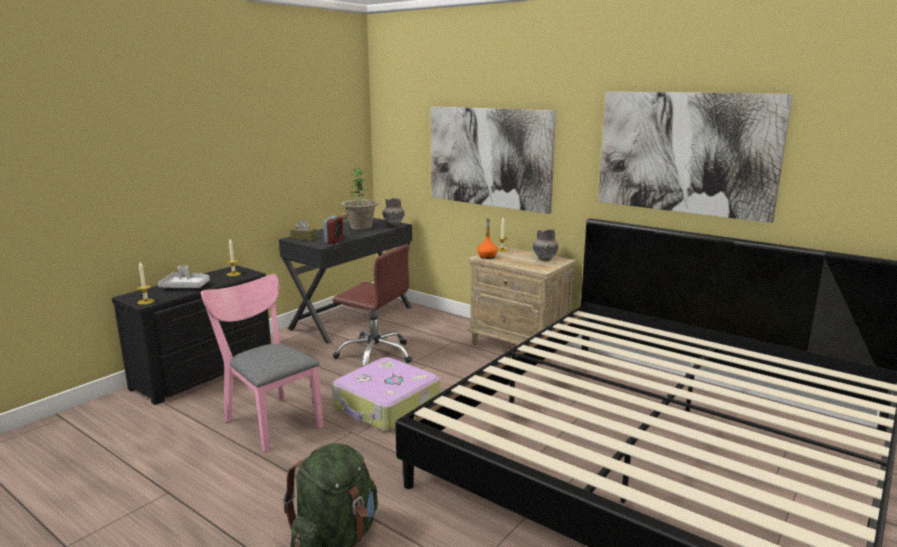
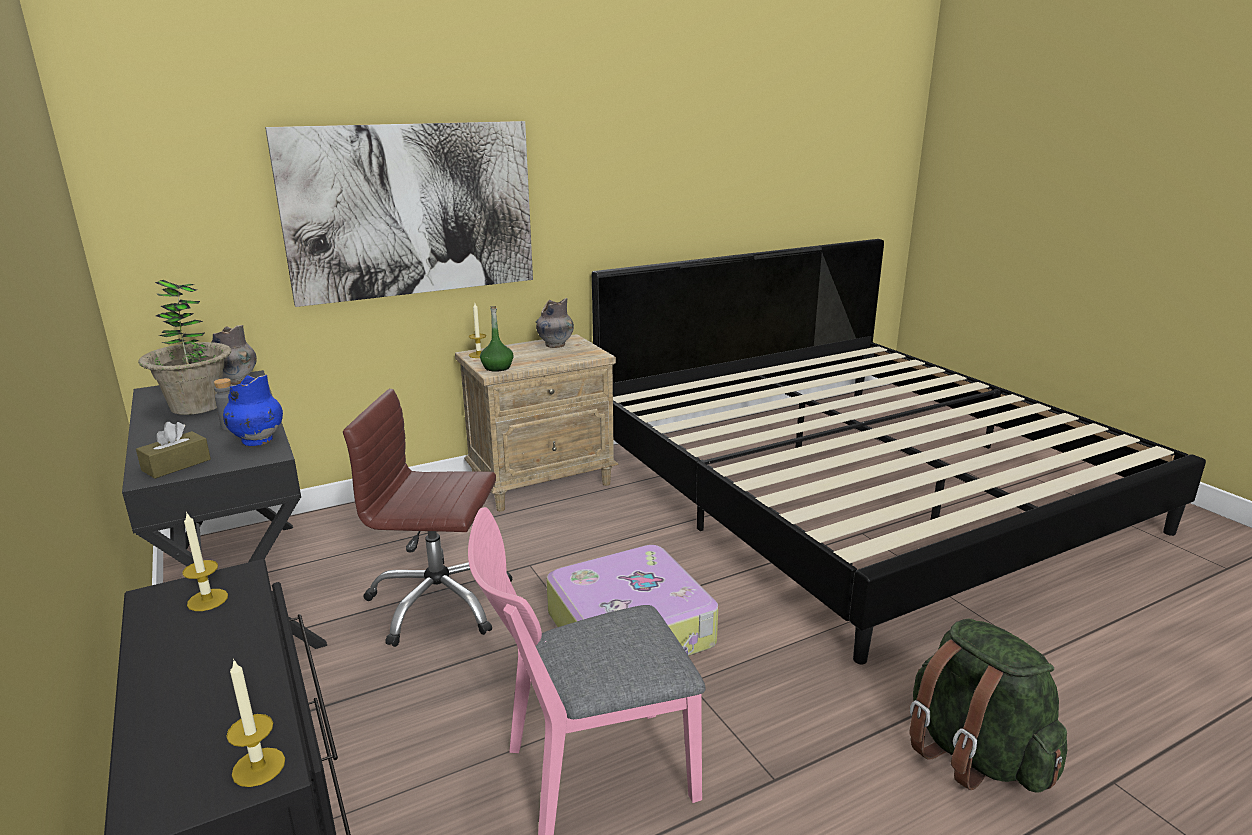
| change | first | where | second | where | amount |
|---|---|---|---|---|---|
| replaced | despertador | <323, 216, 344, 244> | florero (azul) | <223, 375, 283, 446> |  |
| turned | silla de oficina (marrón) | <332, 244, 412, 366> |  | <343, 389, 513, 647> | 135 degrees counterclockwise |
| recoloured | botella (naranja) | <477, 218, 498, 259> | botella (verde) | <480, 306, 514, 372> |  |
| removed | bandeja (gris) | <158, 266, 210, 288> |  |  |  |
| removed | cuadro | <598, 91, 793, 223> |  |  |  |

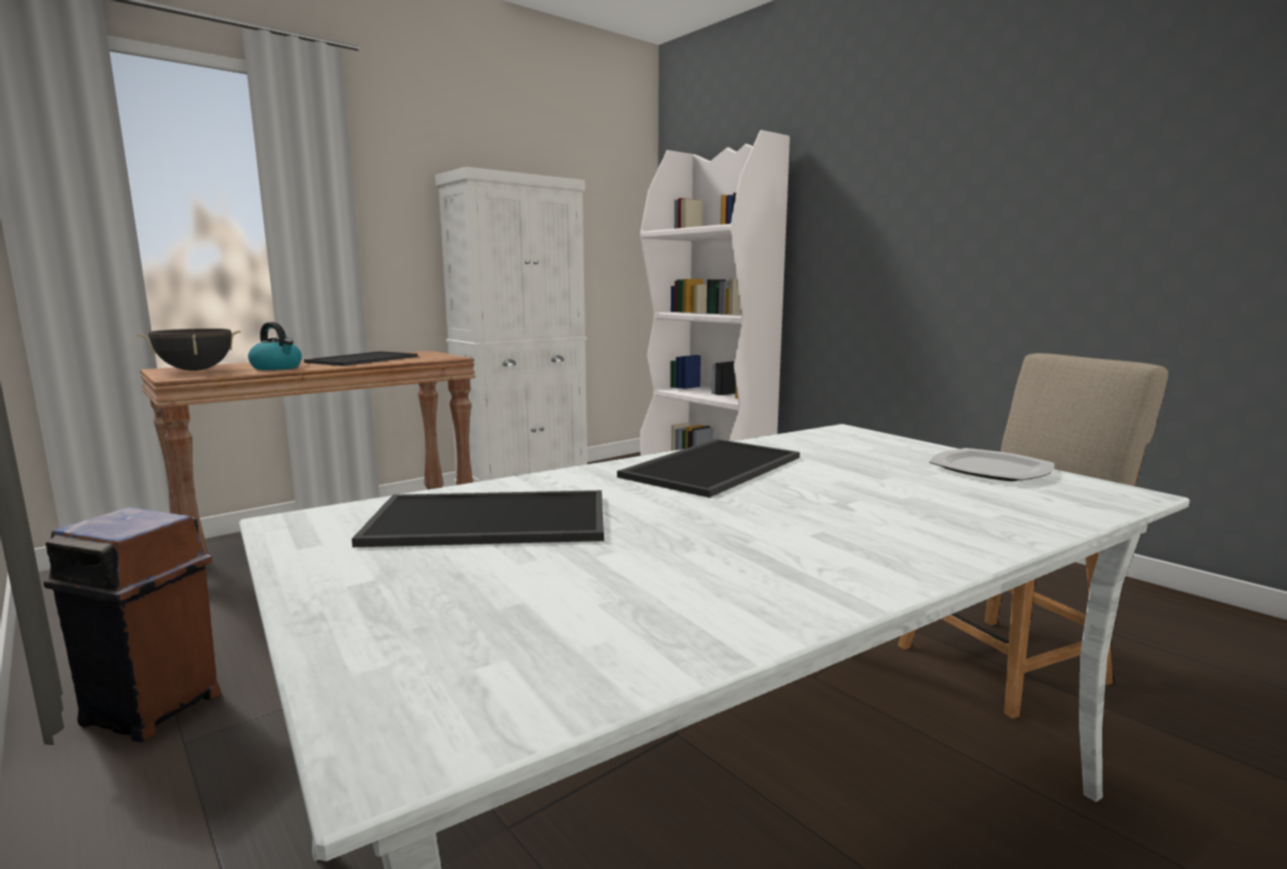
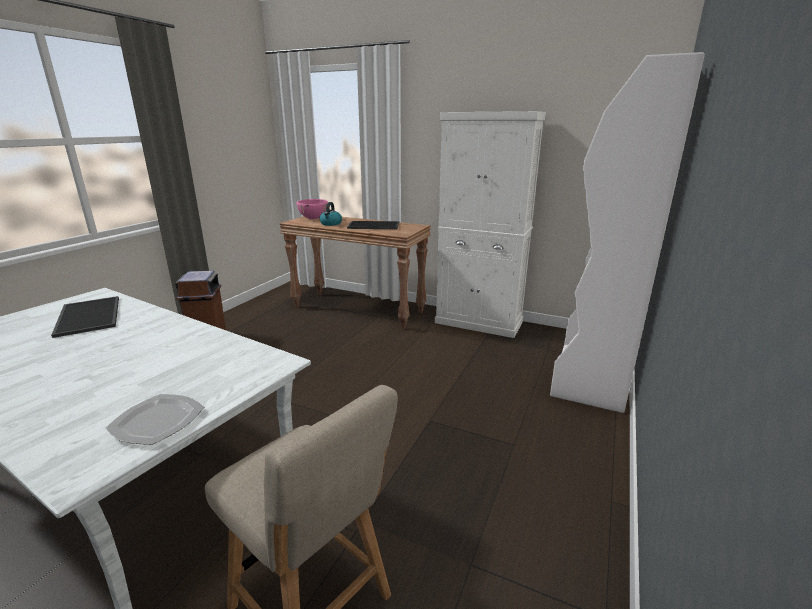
| change | first | where | second | where | amount |
|---|---|---|---|---|---|
| recoloured | olla (negro) | <137, 328, 241, 371> | olla (rosa) | <297, 199, 328, 219> |  |
| removed | bandeja | <617, 439, 800, 498> |  |  |  |

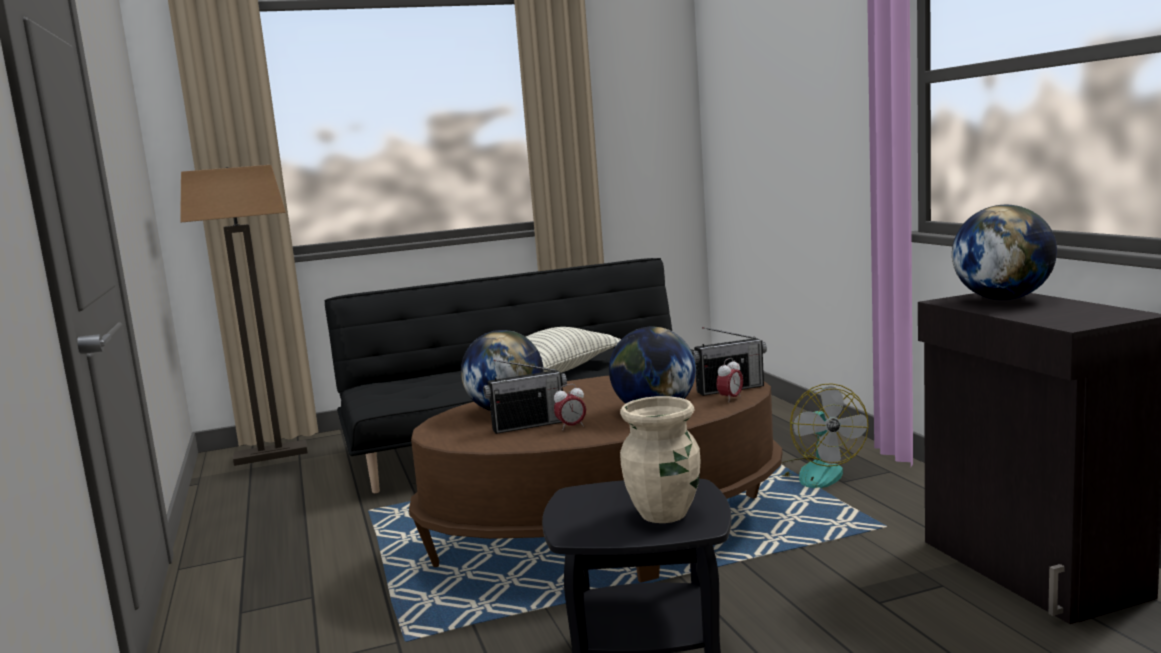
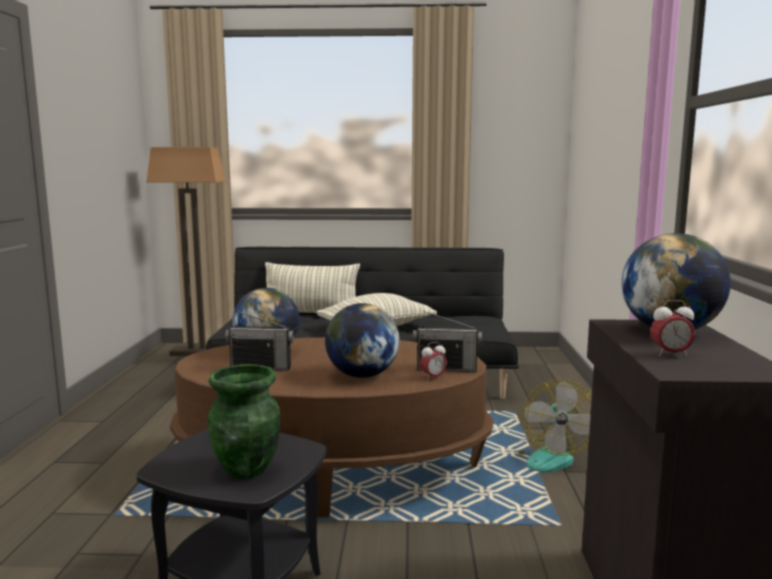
| change | first | where | second | where | amount |
|---|---|---|---|---|---|
| recoloured | florero (beis) | <620, 396, 700, 523> | florero (verde) | <208, 364, 280, 479> |  |
| added |  |  | cojín | <265, 262, 360, 313> |  |
| moved | despertador | <554, 384, 586, 430> |  | <650, 300, 695, 357> |  |

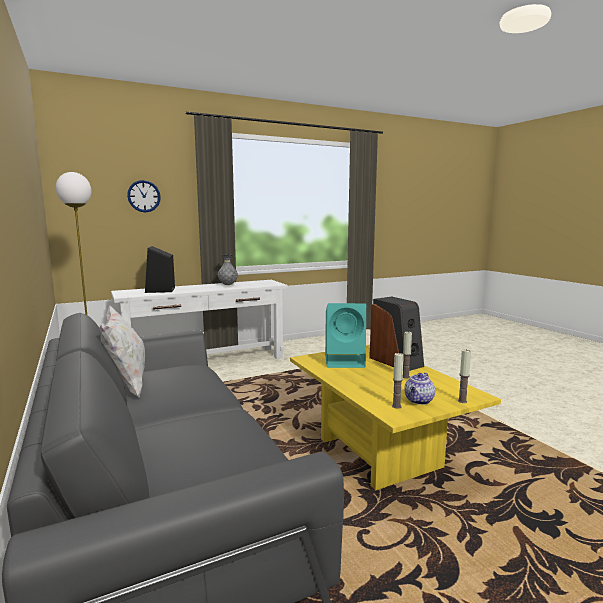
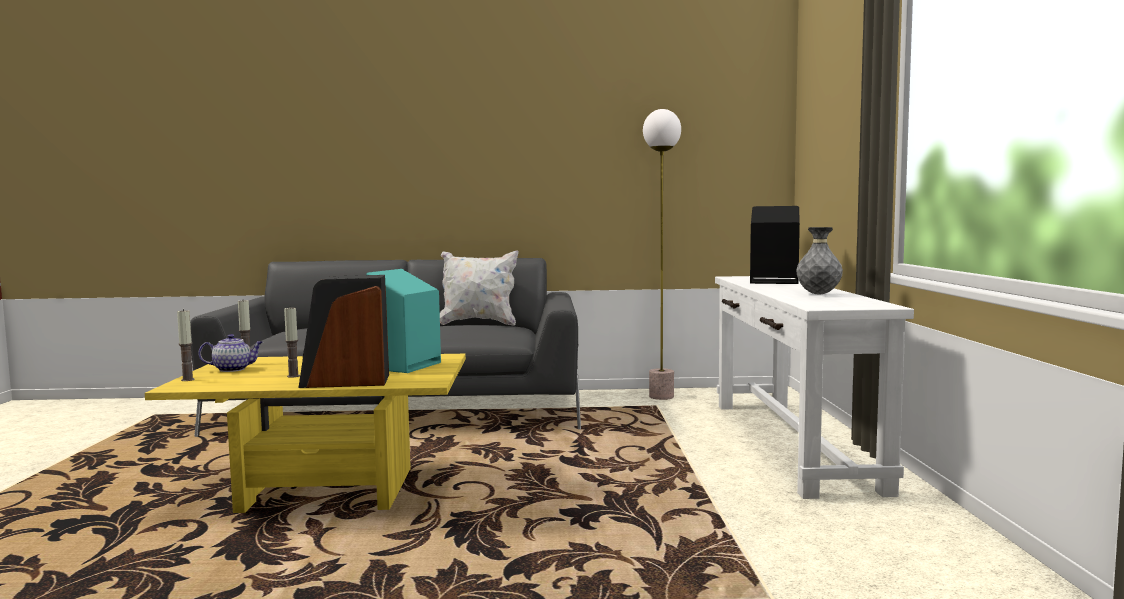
| change | first | where | second | where | amount |
|---|---|---|---|---|---|
| turned | tetera | <404, 373, 435, 405> |  | <198, 334, 263, 372> | 105 degrees clockwise |
| removed | reloj de pared | <127, 180, 161, 212> |  |  |  |

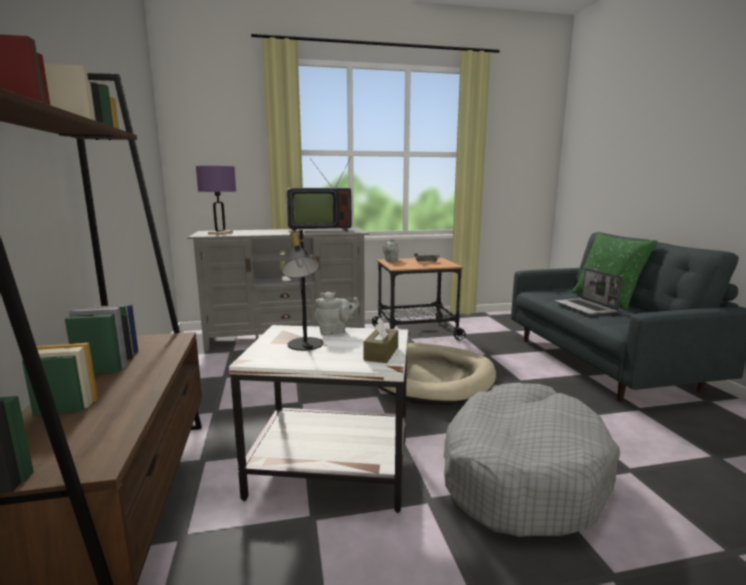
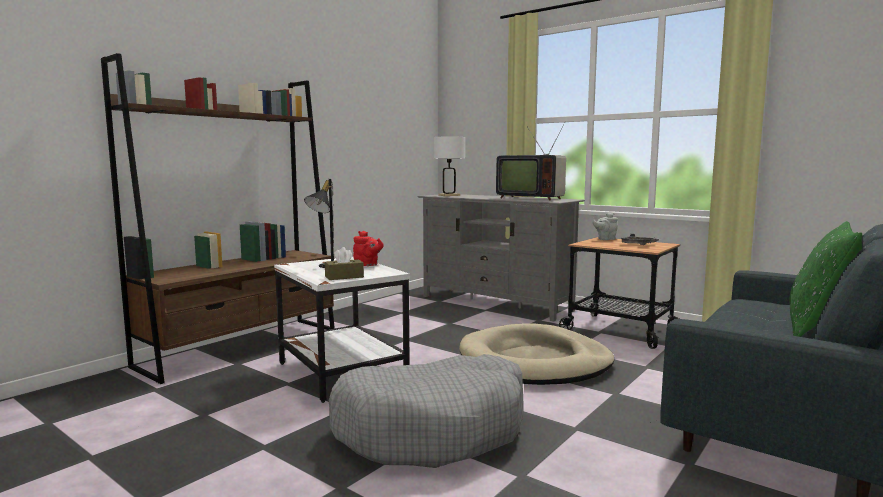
| change | first | where | second | where | amount |
|---|---|---|---|---|---|
| recoloured | tetera (gris) | <315, 291, 359, 335> | tetera (rojo) | <353, 231, 384, 266> |  |
| recoloured | lámpara de mesa (morado) | <196, 166, 236, 235> | lámpara de mesa (blanco) | <433, 136, 465, 196> |  |
| removed | portátil | <555, 268, 623, 315> |  |  |  |

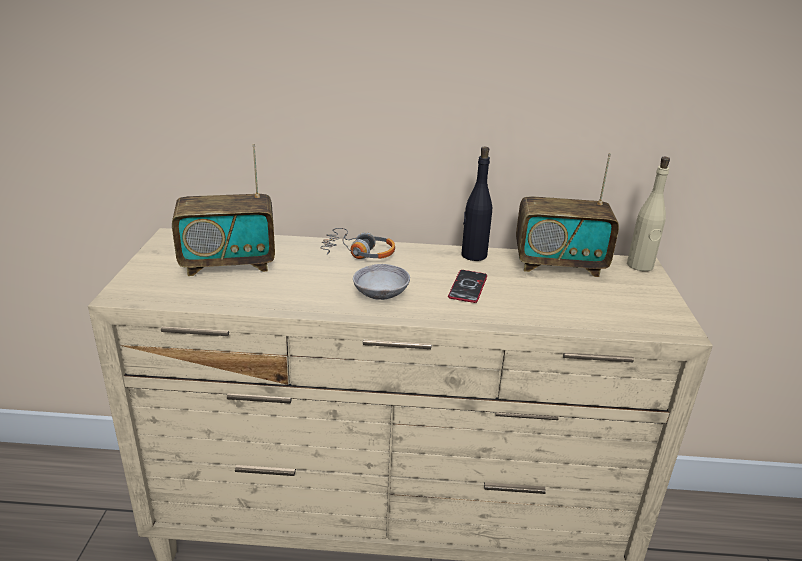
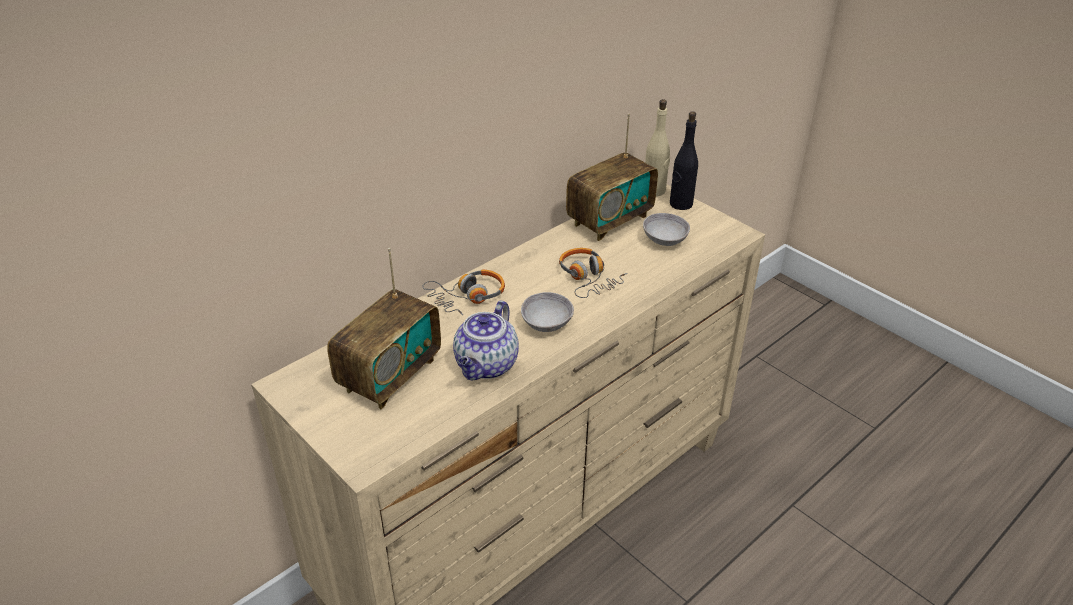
| change | first | where | second | where | amount |
|---|---|---|---|---|---|
| added |  |  | tetera | <453, 301, 519, 381> |  |
| replaced | móvil | <448, 270, 487, 303> | auriculares | <559, 248, 628, 298> |  |
| added |  |  | cuenco (gris) | <643, 213, 690, 246> |  |
| moved | botella (negro) | <462, 147, 492, 261> |  | <670, 111, 698, 210> |  |

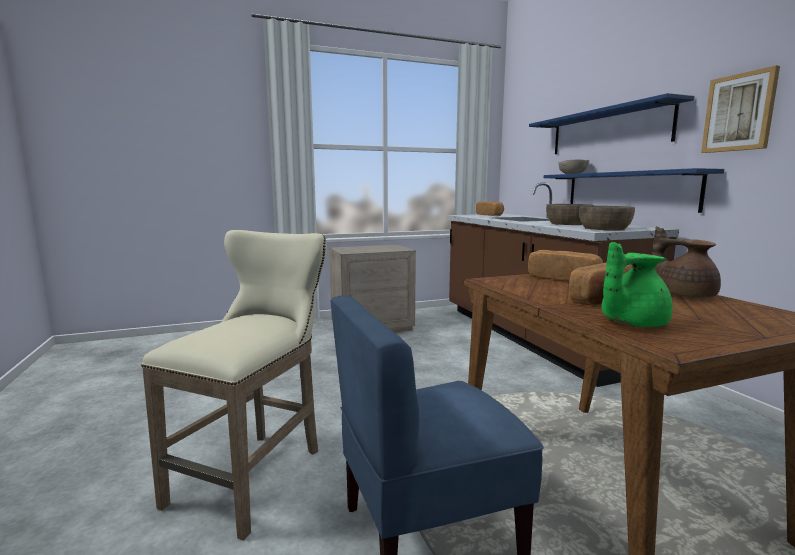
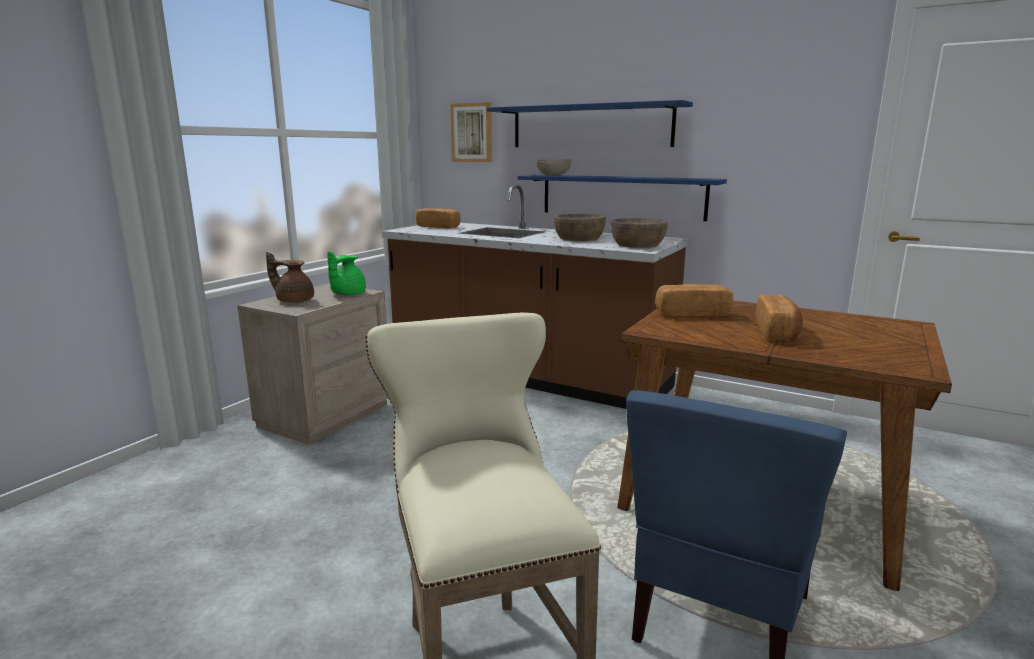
| change | first | where | second | where | amount |
|---|---|---|---|---|---|
| moved | tetera (marrón) | <652, 226, 721, 298> |  | <266, 252, 314, 303> |  |
| moved | tetera (verde) | <601, 242, 673, 327> |  | <327, 252, 366, 295> |  |
| moved | cuadro | <701, 65, 780, 153> |  | <450, 102, 492, 162> |  |

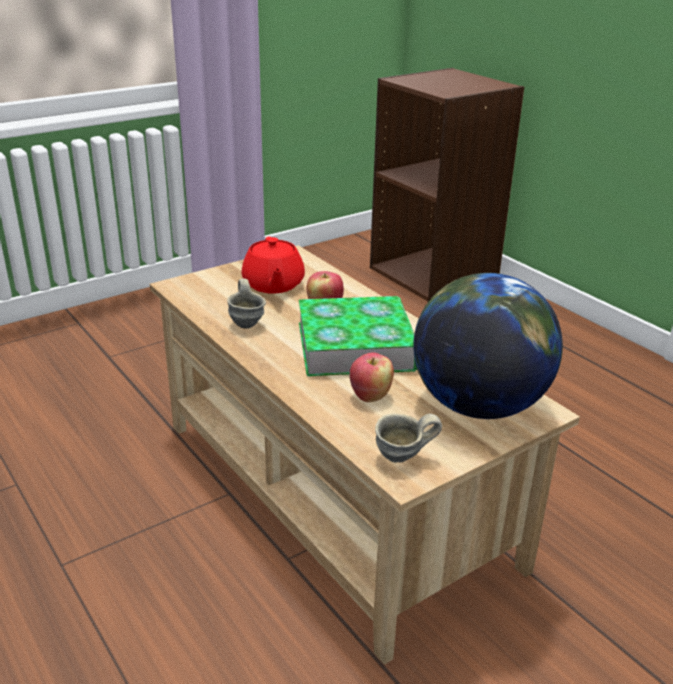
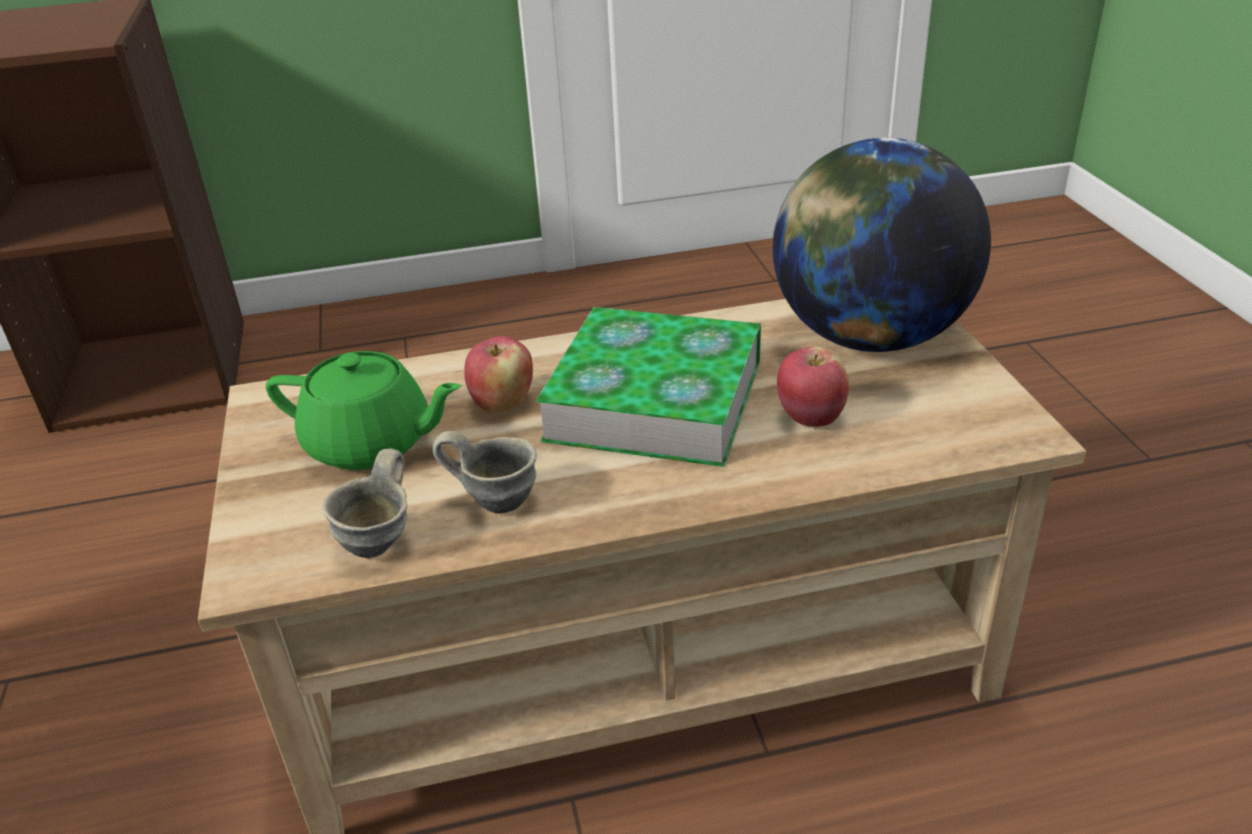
| change | first | where | second | where | amount |
|---|---|---|---|---|---|
| recoloured | tetera (rojo) | <241, 237, 305, 293> | tetera (verde) | <266, 351, 461, 470> |  |
| moved | taza grande (gris) | <375, 414, 442, 463> |  | <322, 448, 407, 558> |  |

